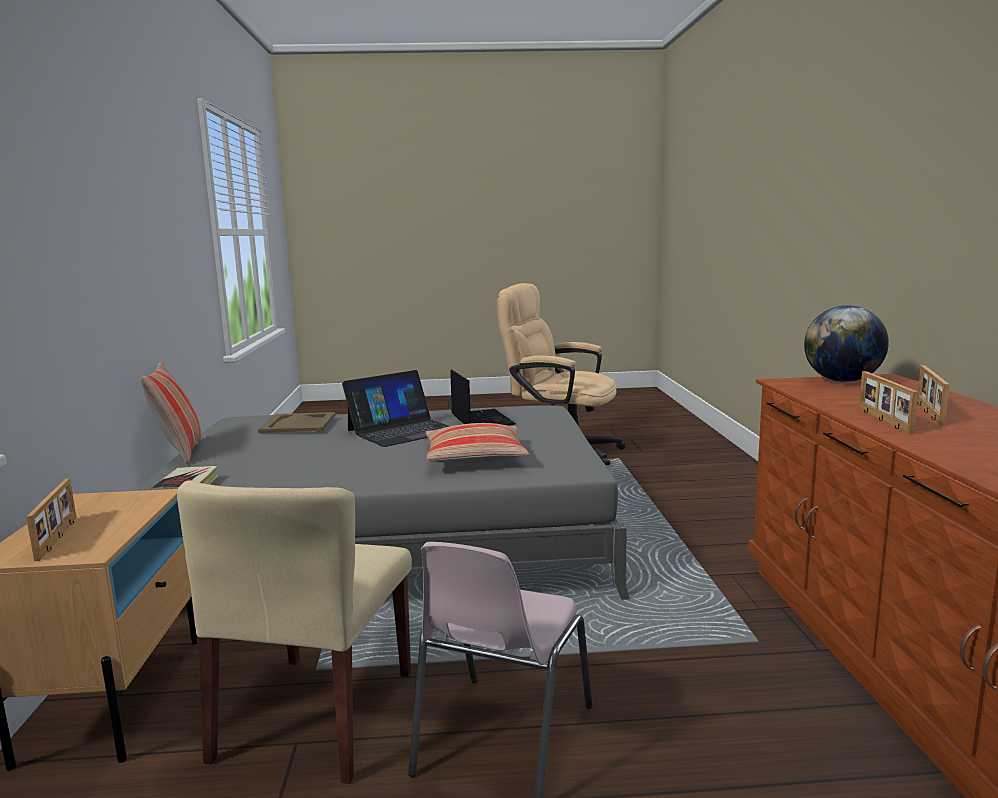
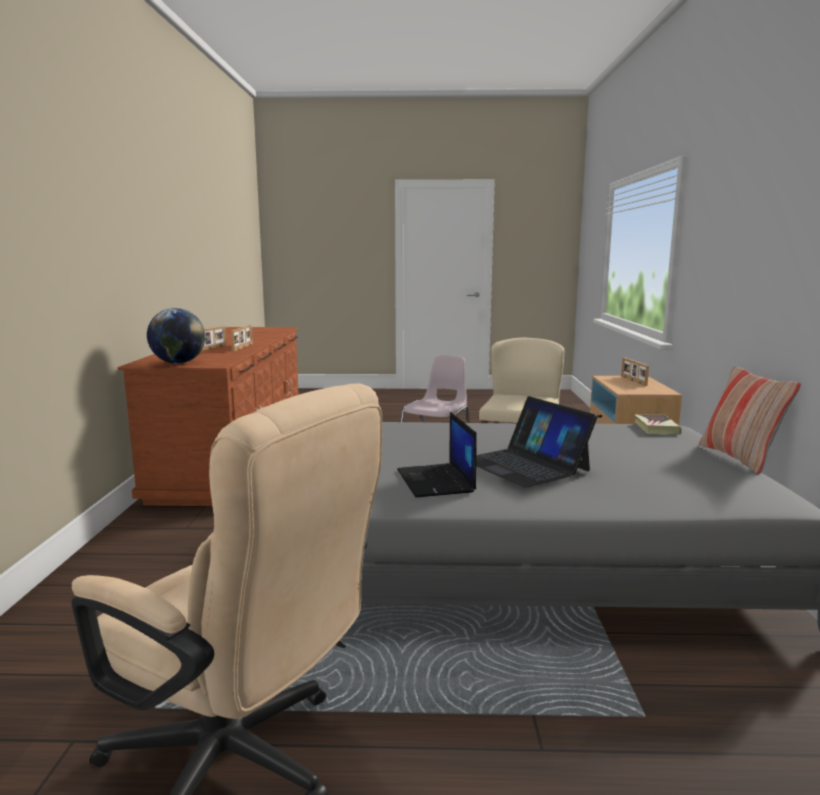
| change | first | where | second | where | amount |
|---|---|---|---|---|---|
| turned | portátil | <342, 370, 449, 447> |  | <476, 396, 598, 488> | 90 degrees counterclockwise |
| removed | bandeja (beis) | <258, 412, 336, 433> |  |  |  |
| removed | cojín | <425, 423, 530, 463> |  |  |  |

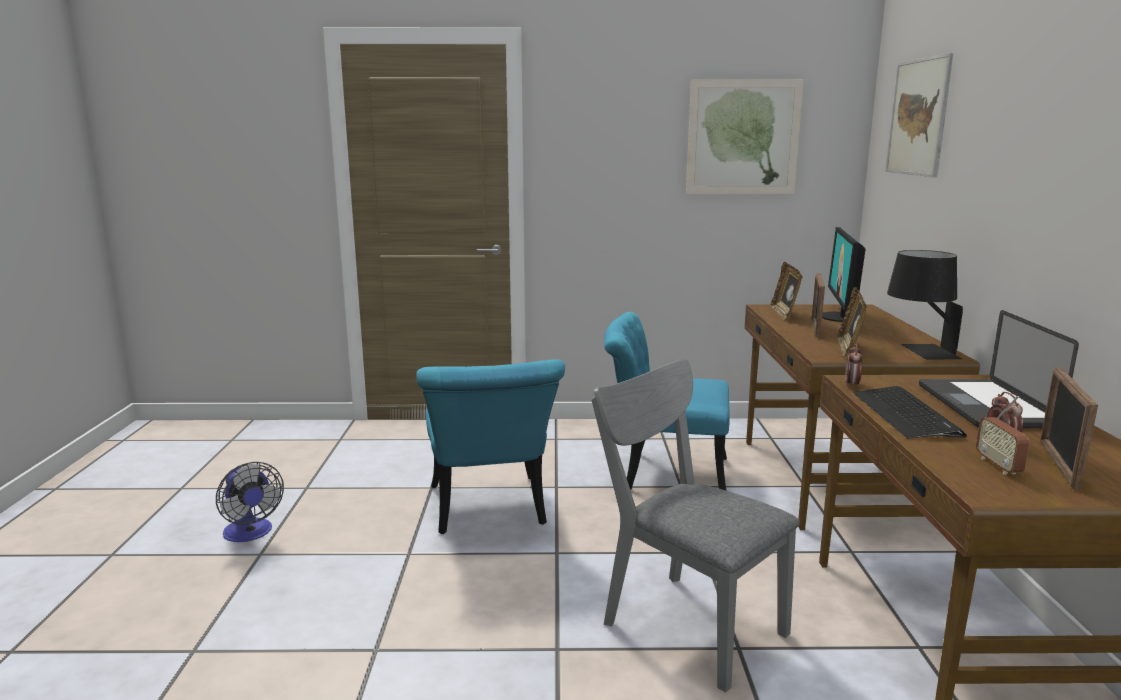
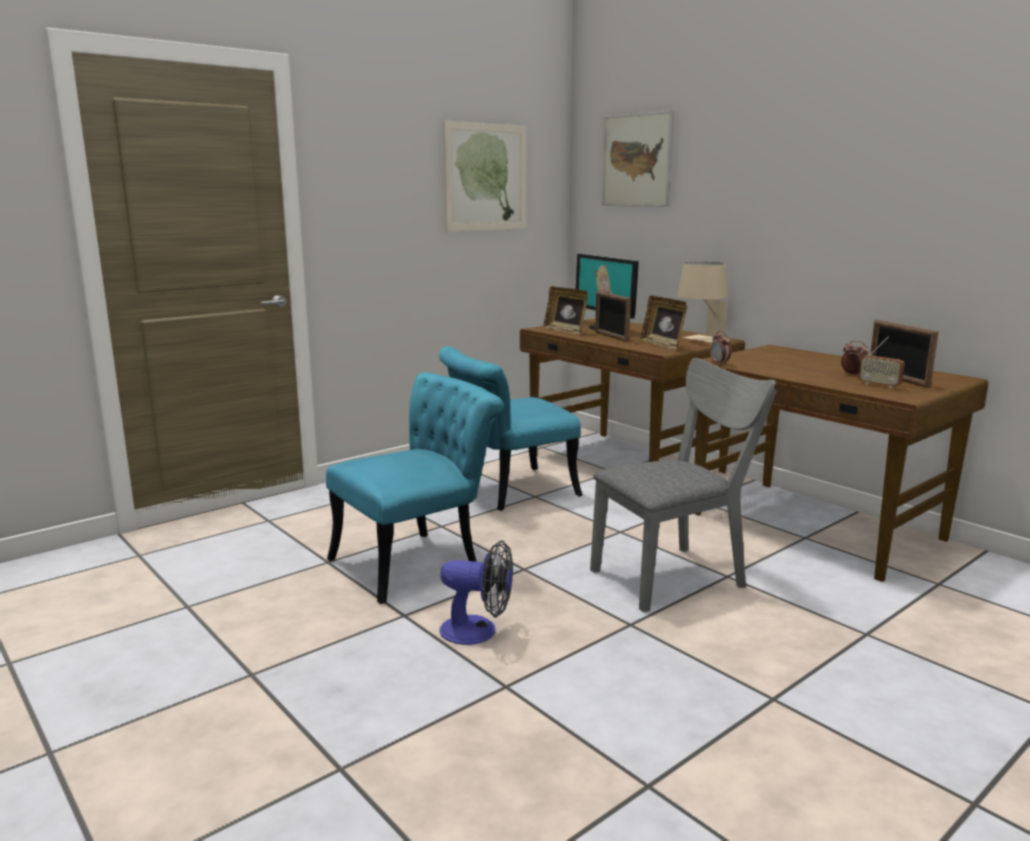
| change | first | where | second | where | amount |
|---|---|---|---|---|---|
| turned | silla (turquesa) | <416, 359, 565, 534> |  | <326, 372, 504, 604> | 75 degrees counterclockwise |
| moved | ventilador | <216, 462, 284, 542> |  | <440, 540, 513, 645> |  |
| turned | silla (gris) | <592, 359, 800, 692> |  | <590, 358, 777, 612> | 150 degrees clockwise |
| recoloured | lámpara de mesa (negro) | <887, 250, 963, 359> | lámpara de mesa (beis) | <678, 262, 731, 343> |  |
| removed | teclado | <853, 386, 967, 439> |  |  |  |
| removed | portátil | <919, 310, 1079, 428> |  |  |  |

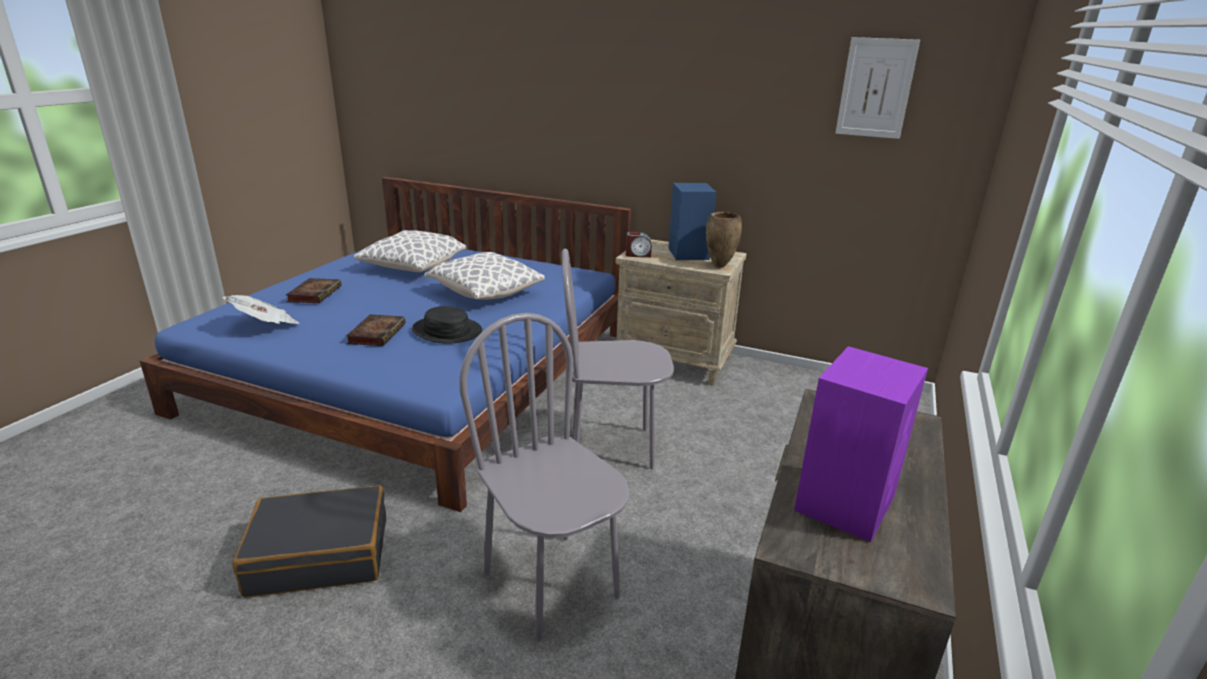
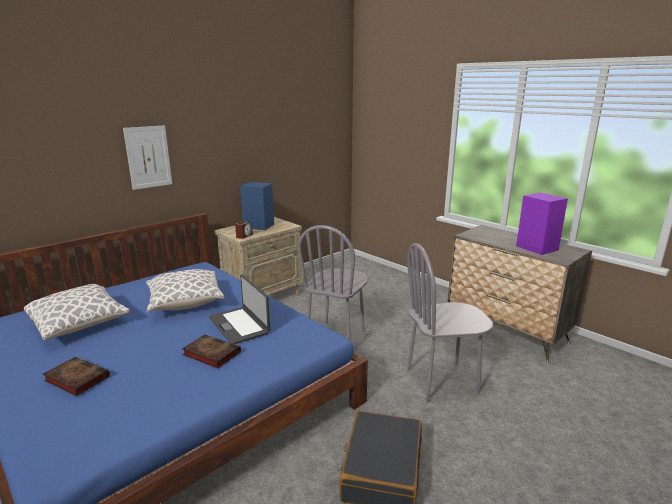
| change | first | where | second | where | amount |
|---|---|---|---|---|---|
| moved | cuadro | <835, 37, 920, 139> |  | <123, 125, 172, 190> |  |
| replaced | sombrero (negro) | <412, 306, 482, 344> | portátil | <209, 274, 270, 344> |  |
| removed | periódico | <222, 295, 299, 324> |  |  |  |
| removed | florero (marrón) | <706, 212, 742, 268> |  |  |  |

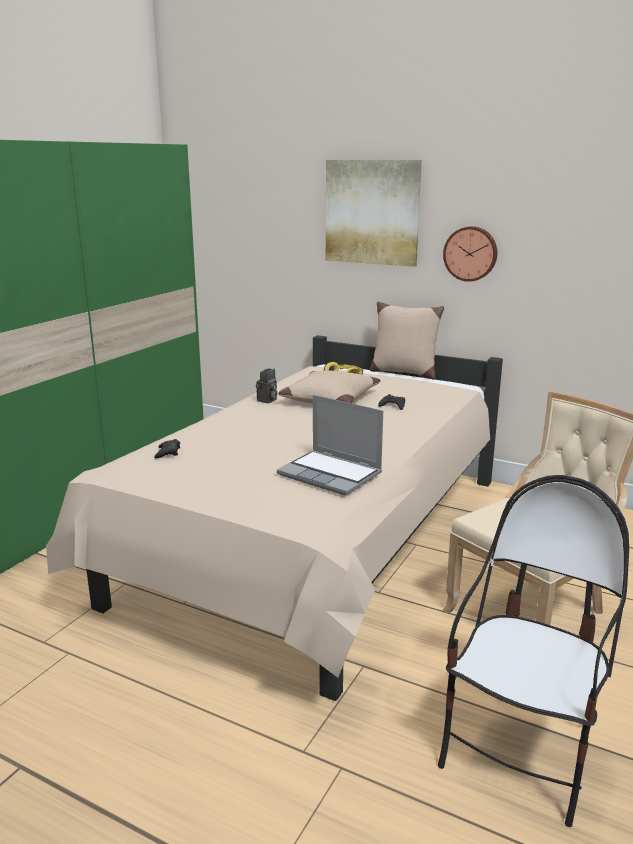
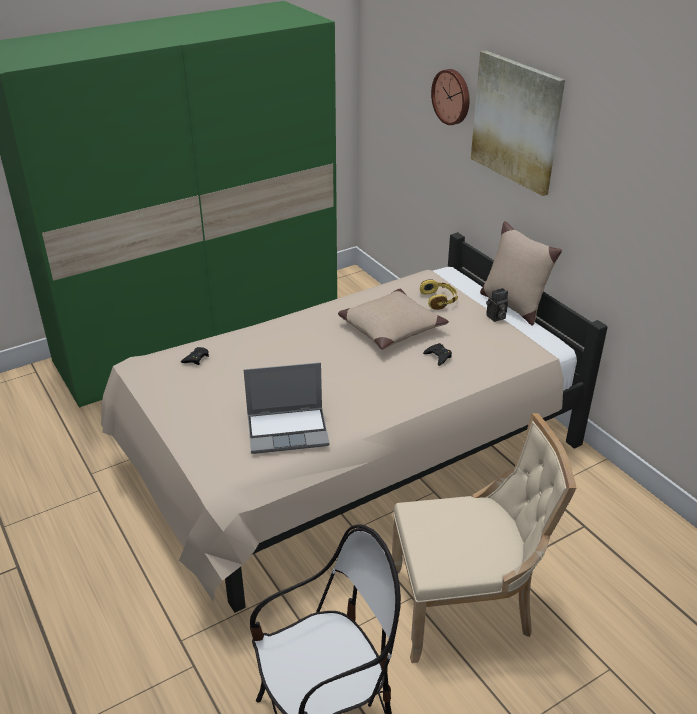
| change | first | where | second | where | amount |
|---|---|---|---|---|---|
| turned | portátil | <277, 395, 383, 496> |  | <244, 362, 329, 454> | 75 degrees counterclockwise |
| moved | reloj de pared | <443, 226, 497, 282> |  | <431, 69, 469, 125> |  |
| moved | cámara | <256, 368, 278, 403> |  | <486, 288, 508, 322> |  |

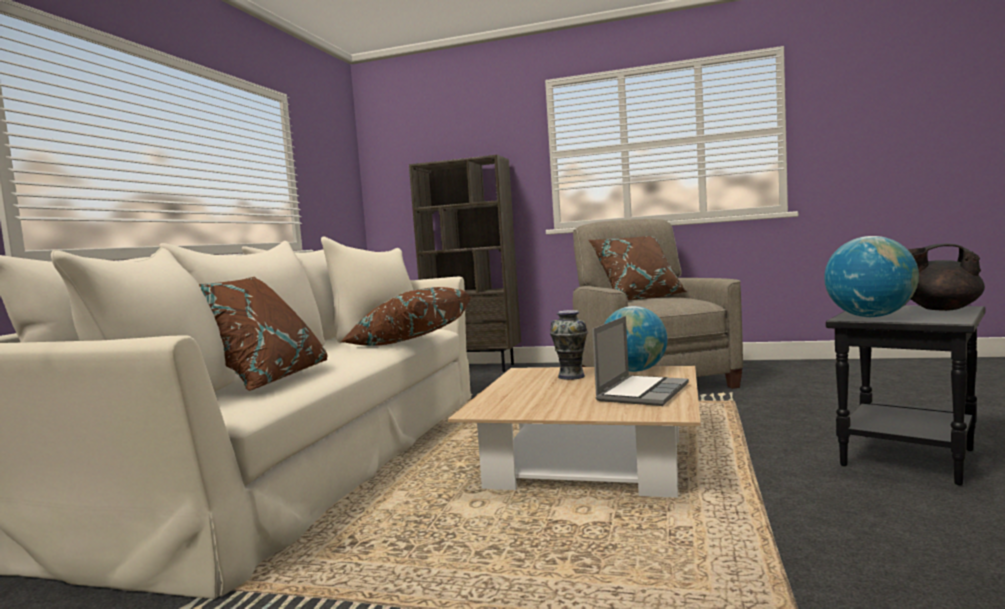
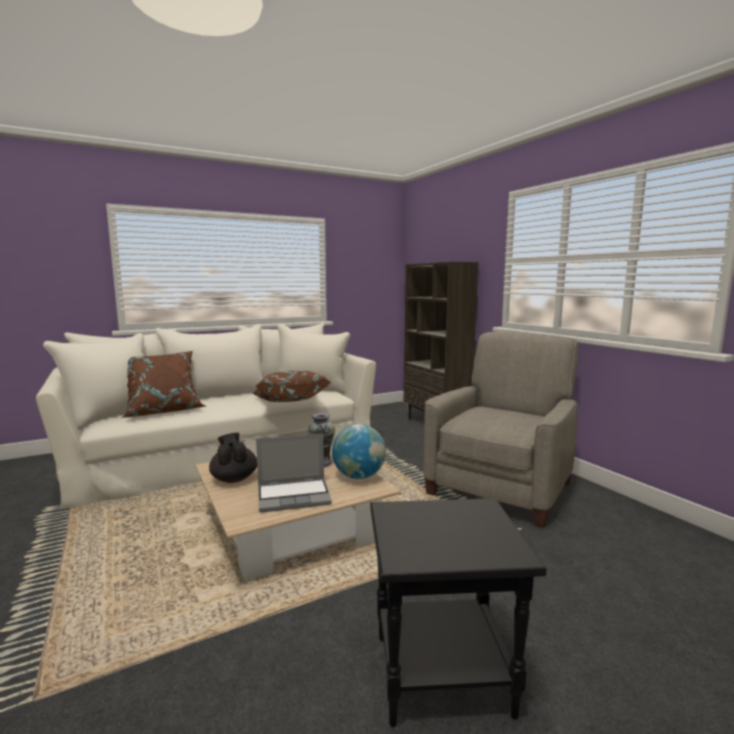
| change | first | where | second | where | amount |
|---|---|---|---|---|---|
| moved | tetera (negro) | <909, 243, 985, 311> |  | <209, 433, 257, 483> |  |
| removed | cojín (marrón) | <588, 236, 687, 300> |  |  |  |
| removed | globo terráqueo | <824, 236, 919, 317> |  |  |  |

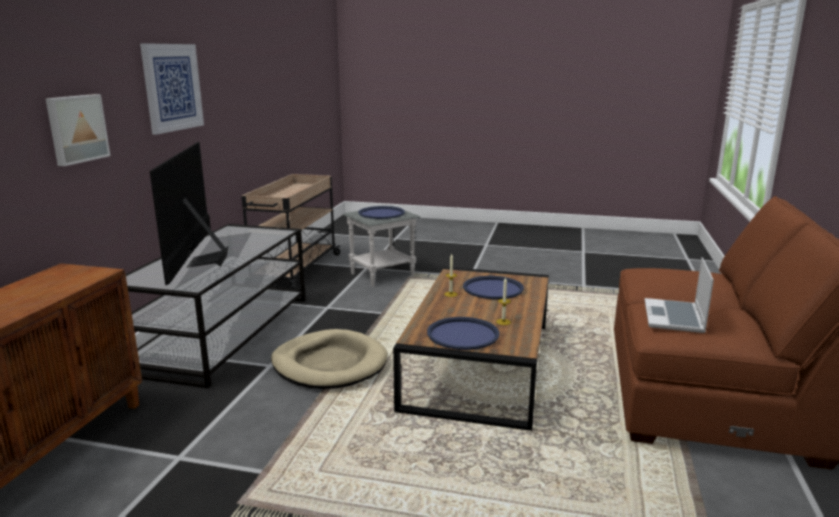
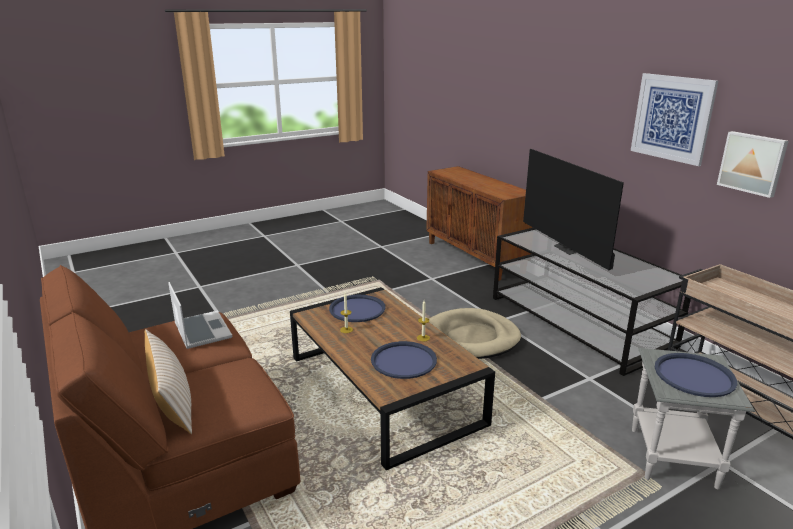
| change | first | where | second | where | amount |
|---|---|---|---|---|---|
| added |  |  | cojín (beis) | <145, 329, 192, 434> |  |
| turned | televisor | <150, 142, 229, 285> |  | <523, 149, 624, 270> | 150 degrees counterclockwise |
| moved | cuadro | <46, 94, 110, 166> |  | <717, 131, 788, 198> |  |

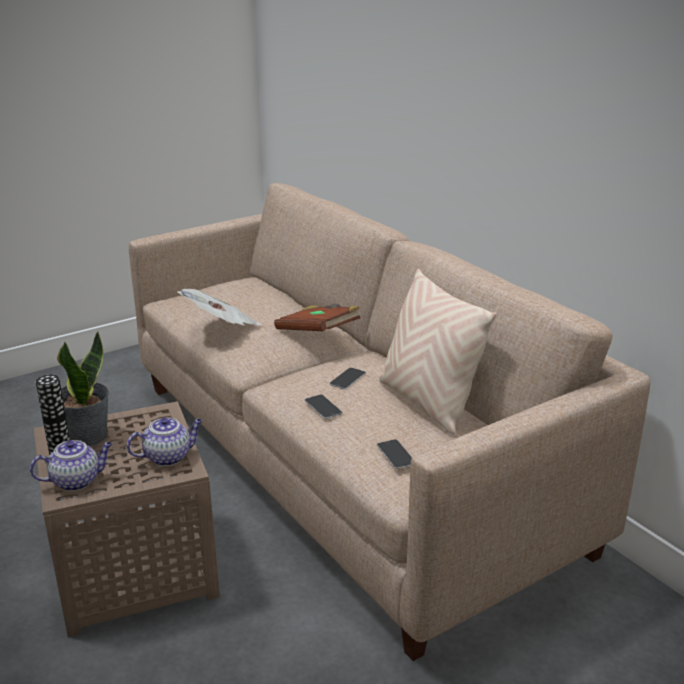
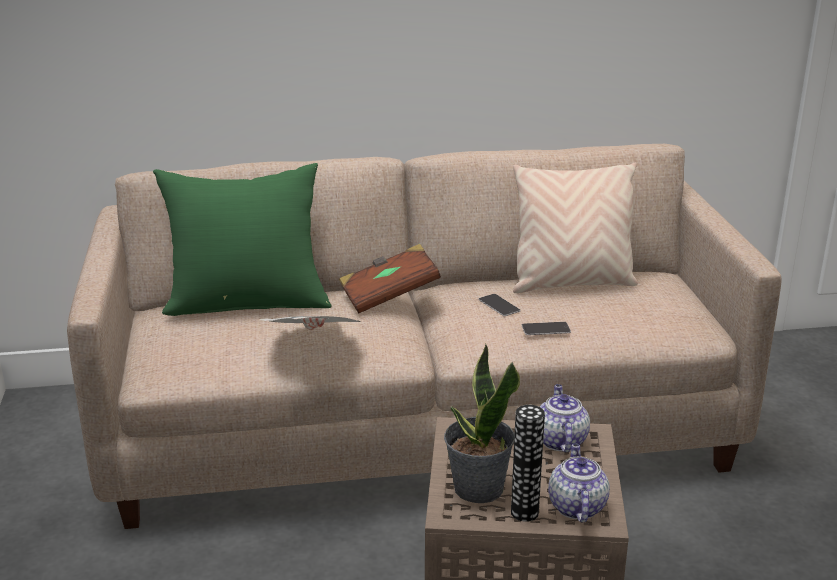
| change | first | where | second | where | amount |
|---|---|---|---|---|---|
| added |  |  | cojín (verde) | <153, 163, 331, 316> |  |
| removed | móvil | <377, 439, 412, 469> |  |  |  |

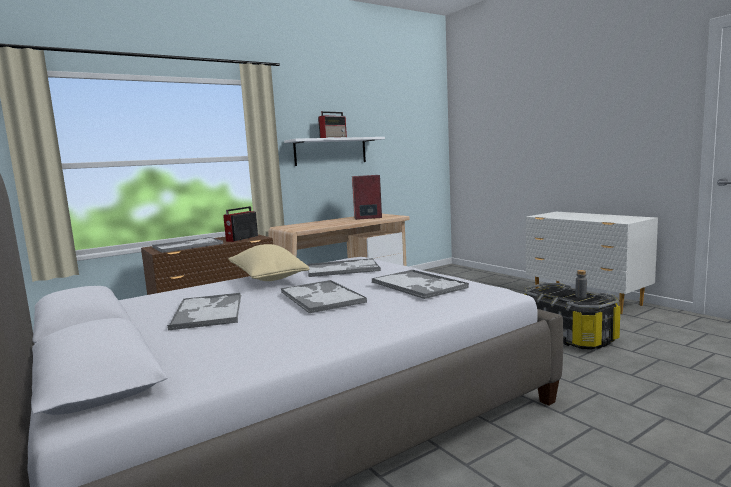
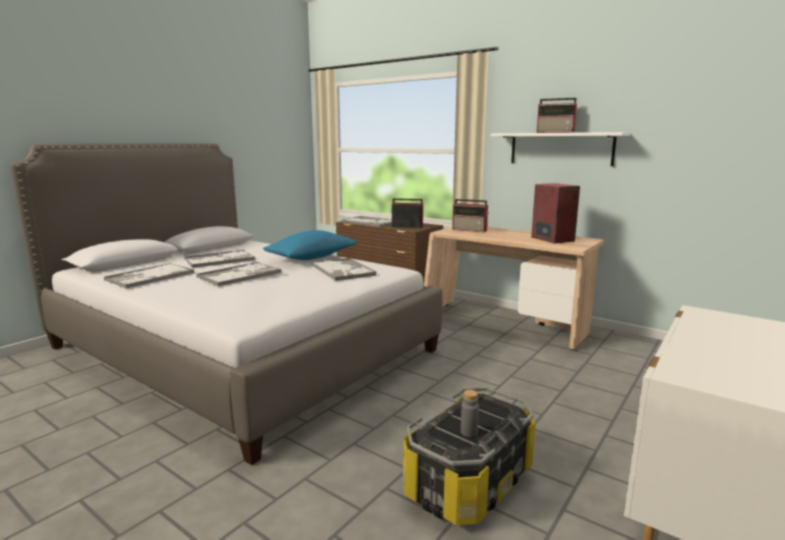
| change | first | where | second | where | amount |
|---|---|---|---|---|---|
| moved | bandeja | <372, 269, 469, 299> |  | <104, 263, 194, 289> |  |
| recoloured | cojín (beis) | <228, 244, 310, 281> | cojín (azul) | <263, 230, 357, 260> |  |
| added |  |  | radio | <453, 199, 489, 232> |  |

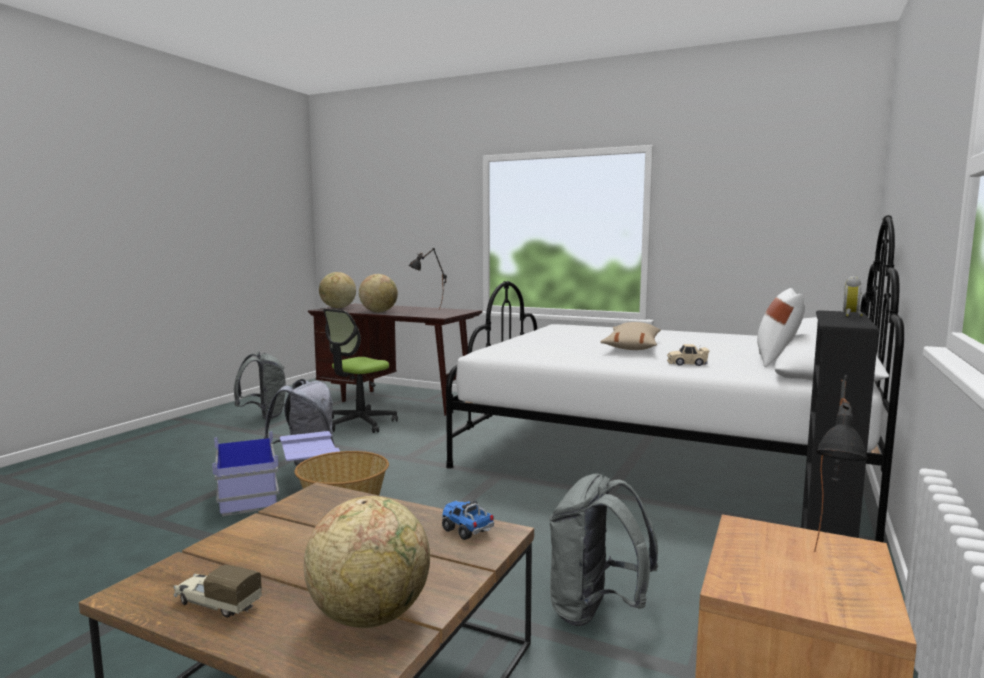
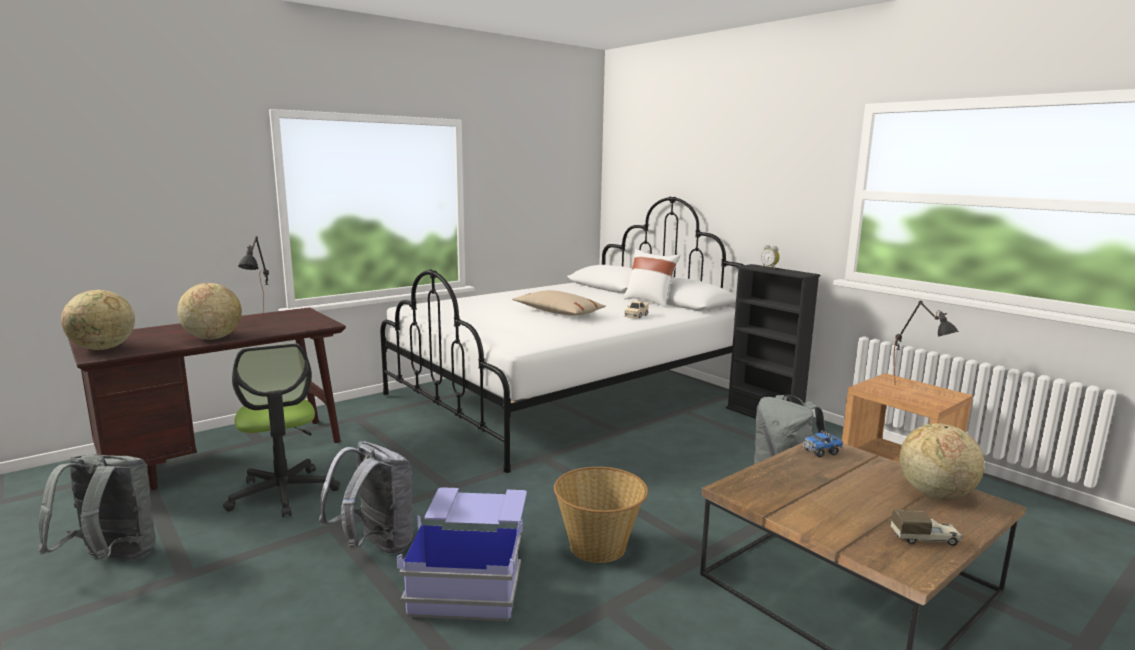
| change | first | where | second | where | amount |
|---|---|---|---|---|---|
| turned | camión de juguete | <174, 565, 262, 617> |  | <890, 510, 962, 546> | 135 degrees counterclockwise |

